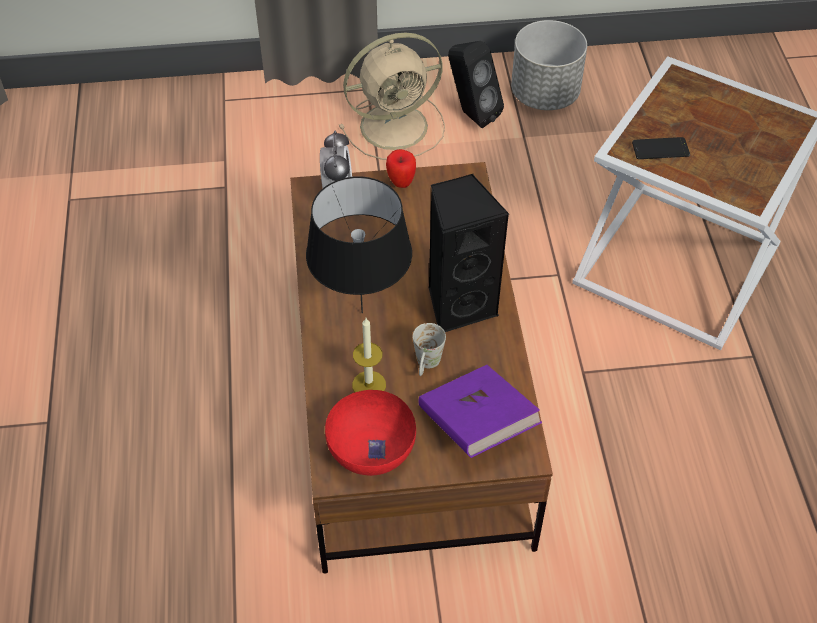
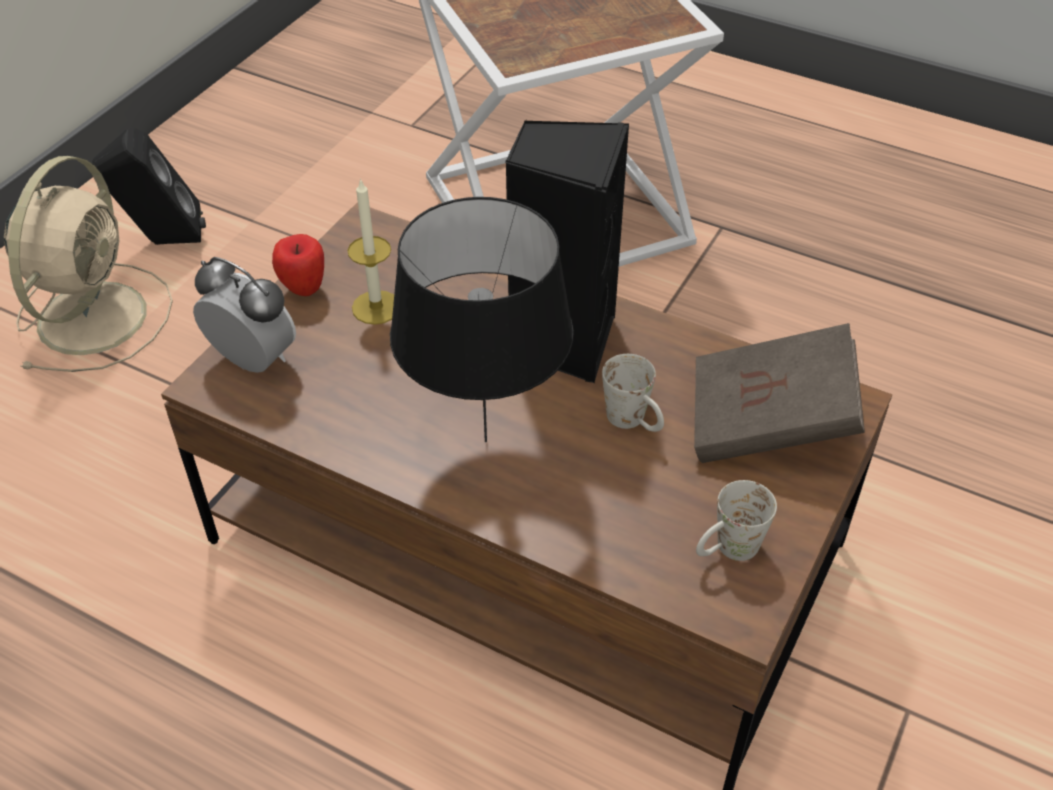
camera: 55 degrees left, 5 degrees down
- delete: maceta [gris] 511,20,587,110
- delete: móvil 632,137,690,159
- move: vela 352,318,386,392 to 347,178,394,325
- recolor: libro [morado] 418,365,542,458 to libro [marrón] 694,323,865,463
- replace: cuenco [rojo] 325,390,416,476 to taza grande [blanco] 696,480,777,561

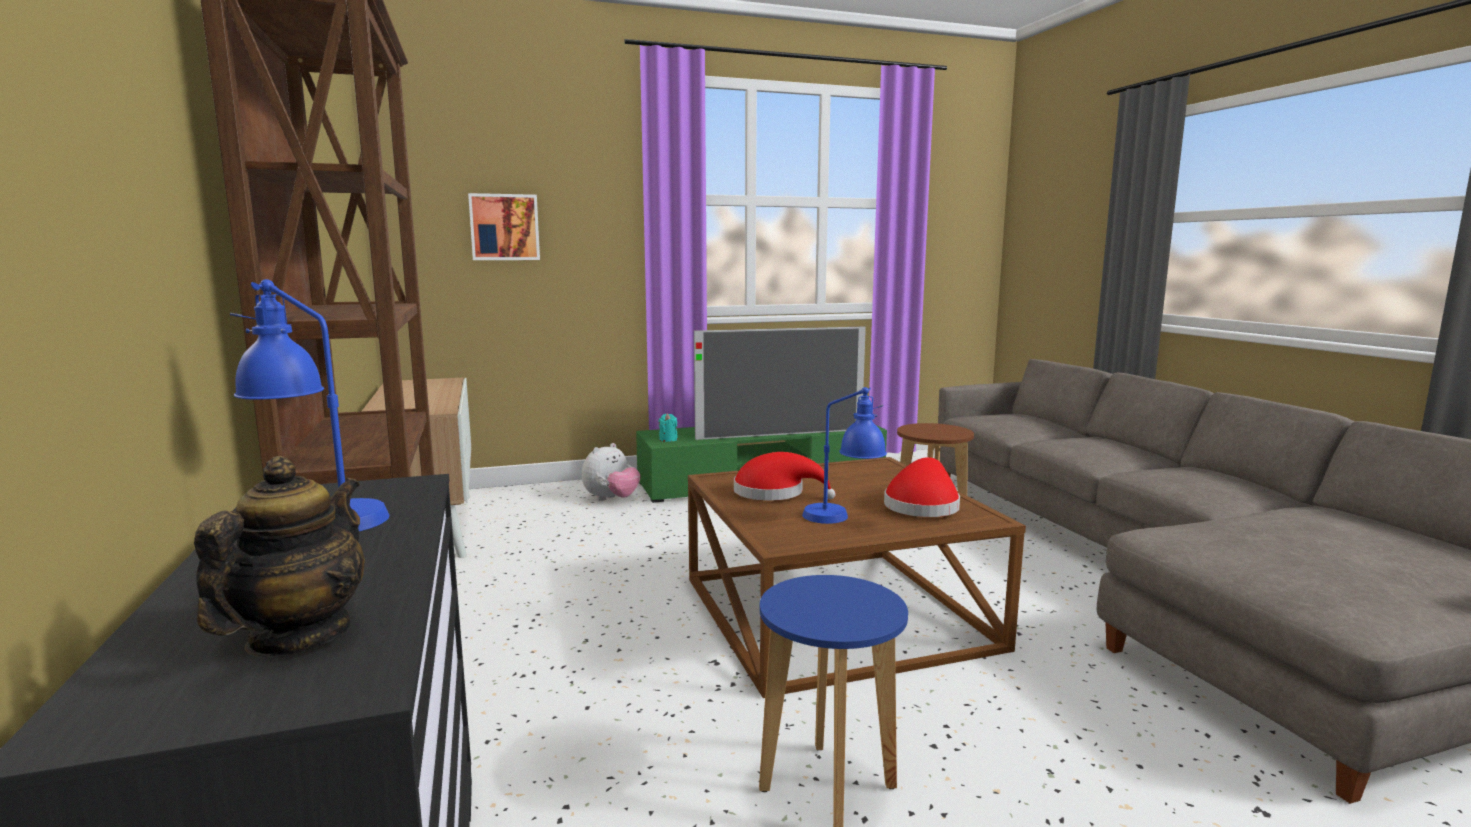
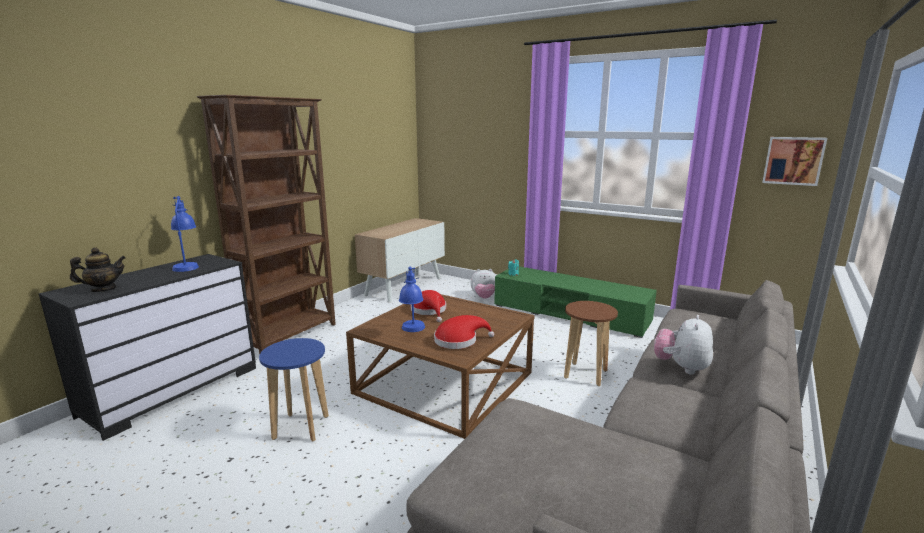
camera: 50 degrees right, 5 degrees up
- move: cuadro 468,193,540,260 to 762,137,827,186
- delete: televisor 694,326,866,440
- insert: peluche 654,315,713,375

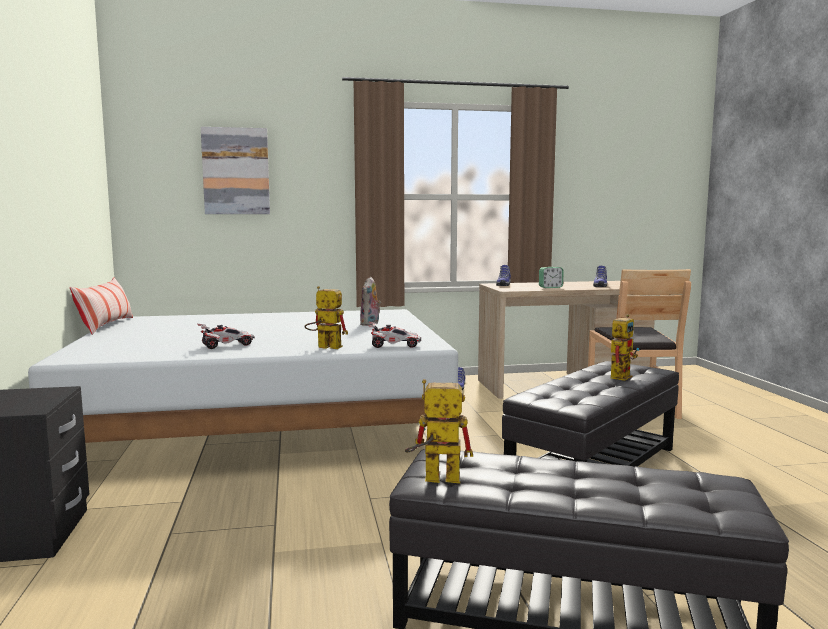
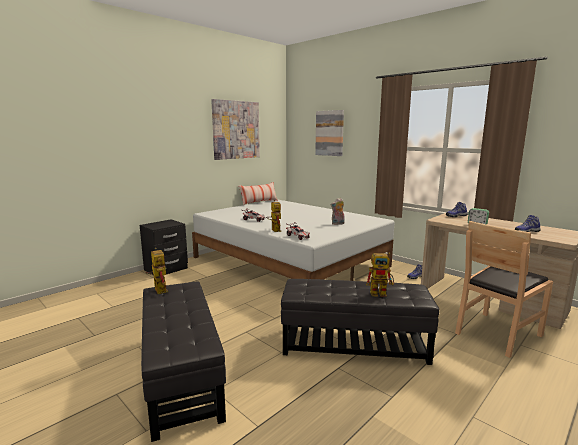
camera: 55 degrees right, 5 degrees up
- insert: cuadro 211,99,260,160

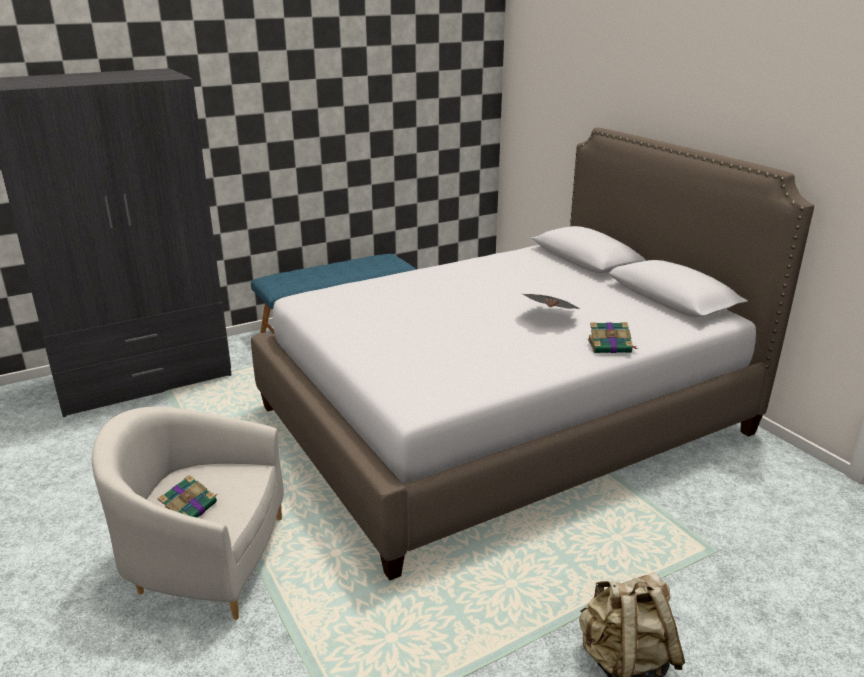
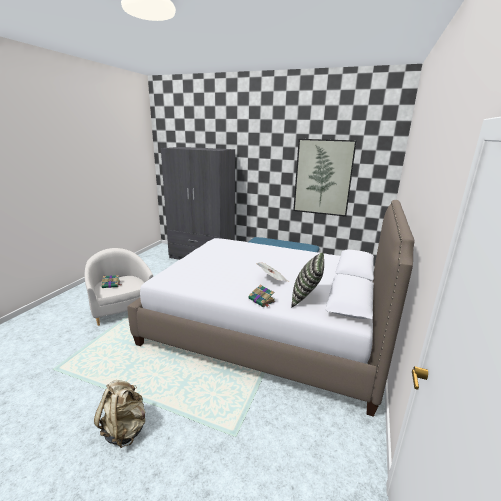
camera: 50 degrees right, 5 degrees down
- insert: cuadro 293,139,357,217
- insert: cojín 291,253,324,307

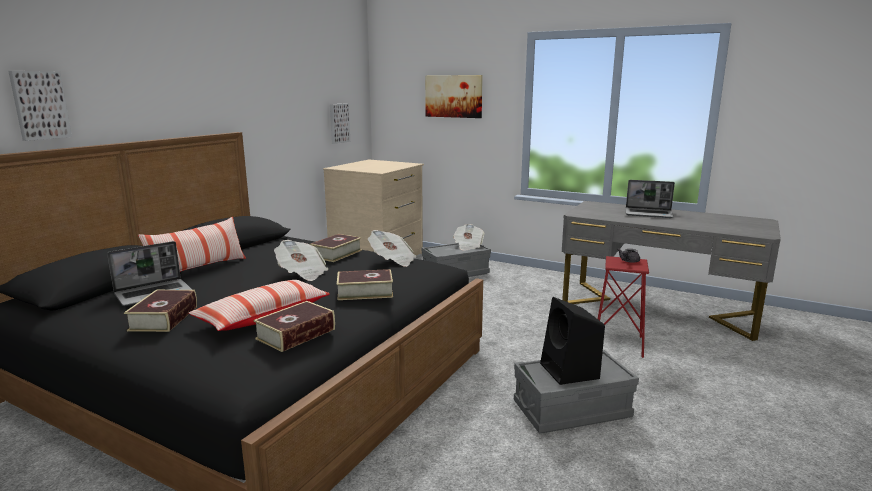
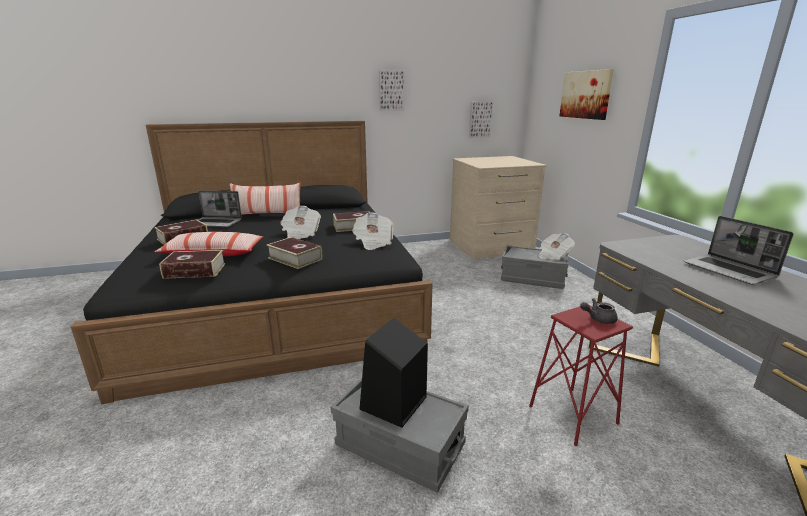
camera: 45 degrees right, 5 degrees up
- move: cuadro 8,71,72,141 to 379,70,404,111

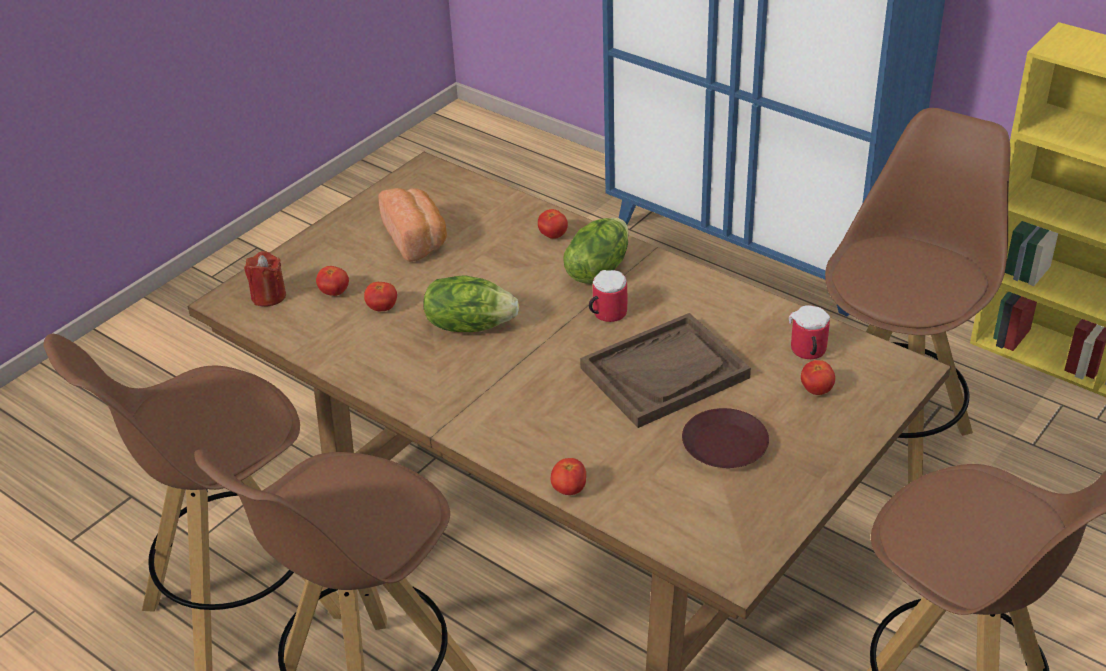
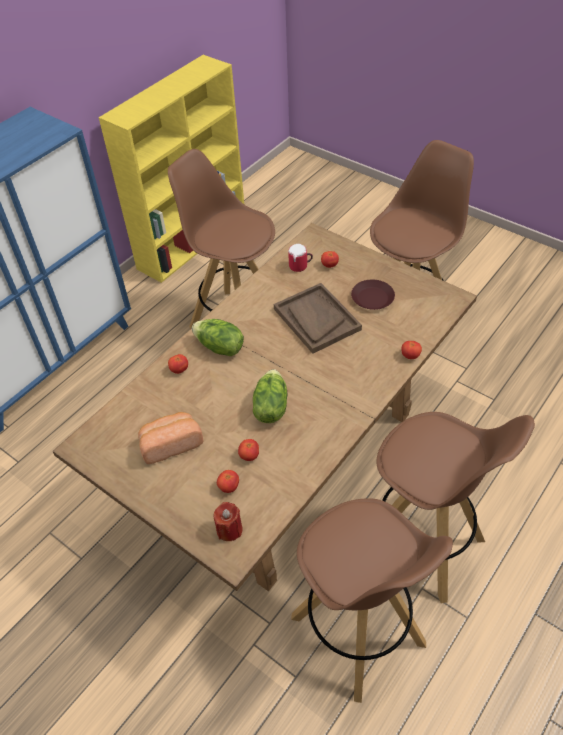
camera: 90 degrees left, 10 degrees up
- delete: taza grande 589,270,627,322

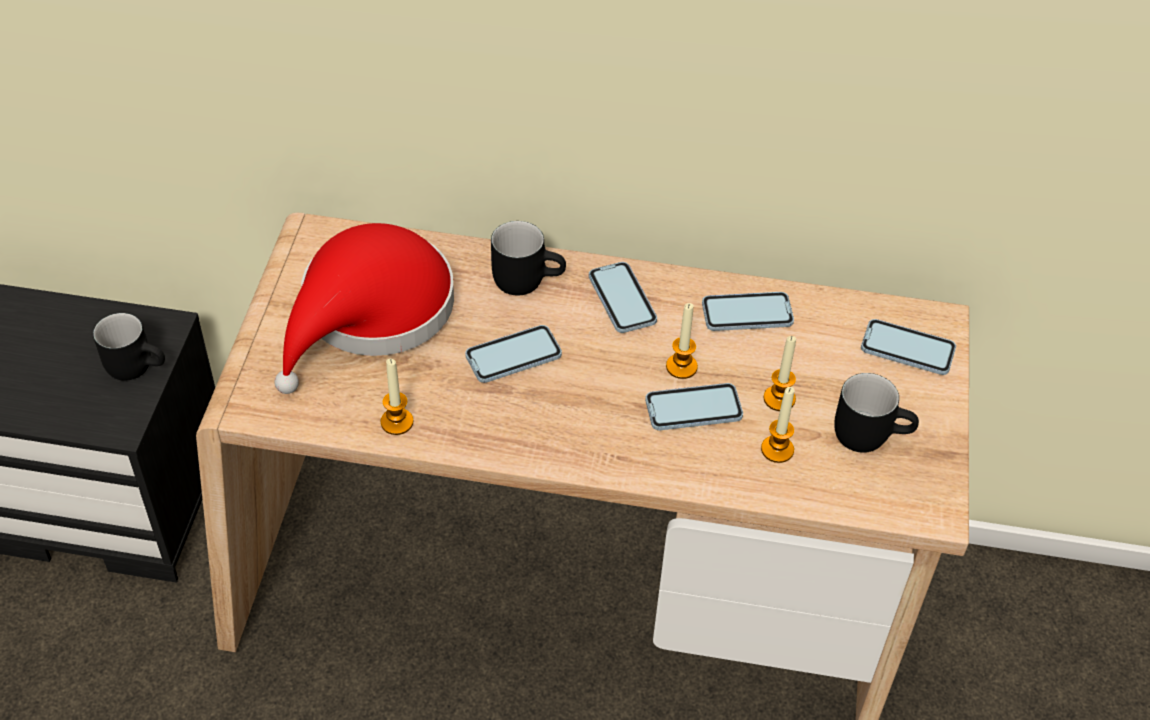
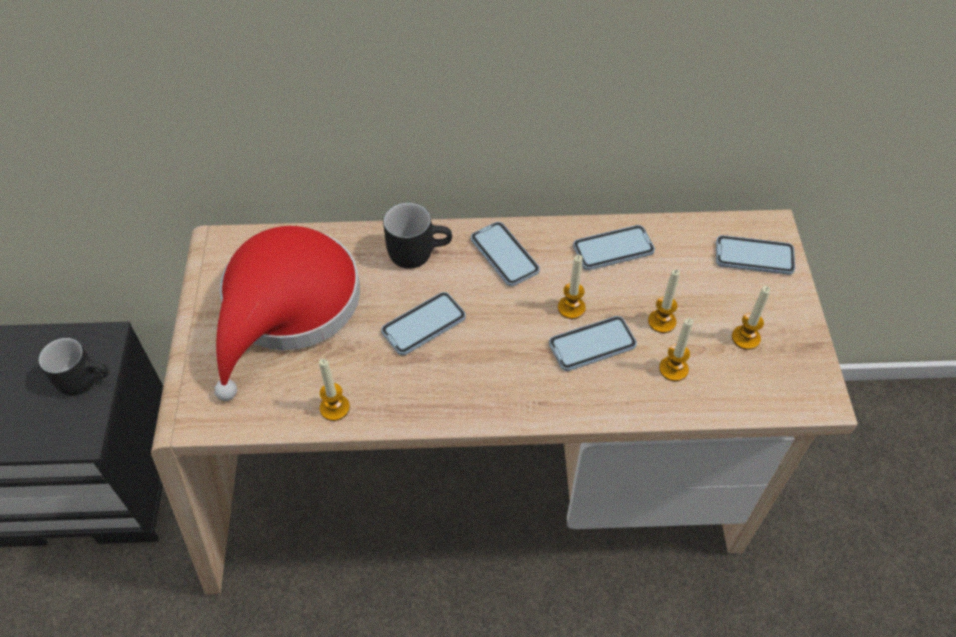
camera: 10 degrees left, 5 degrees up
- replace: taza grande [negro] 834,373,919,453 to vela 732,285,771,350

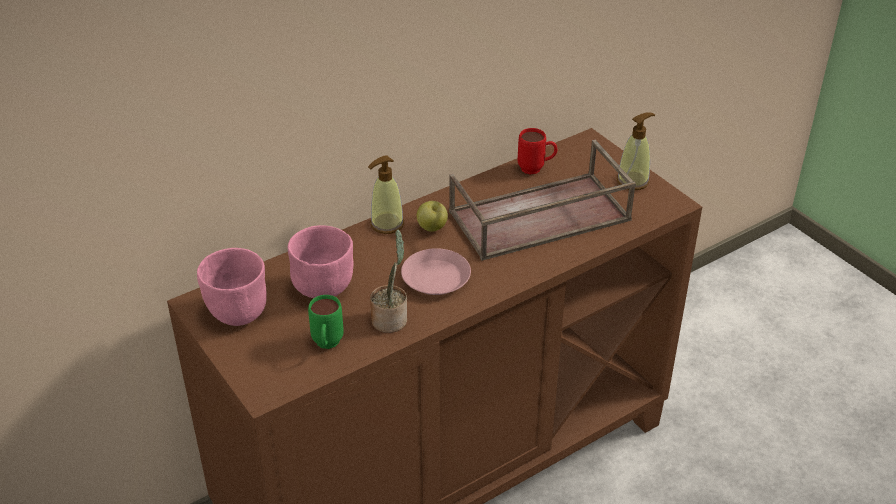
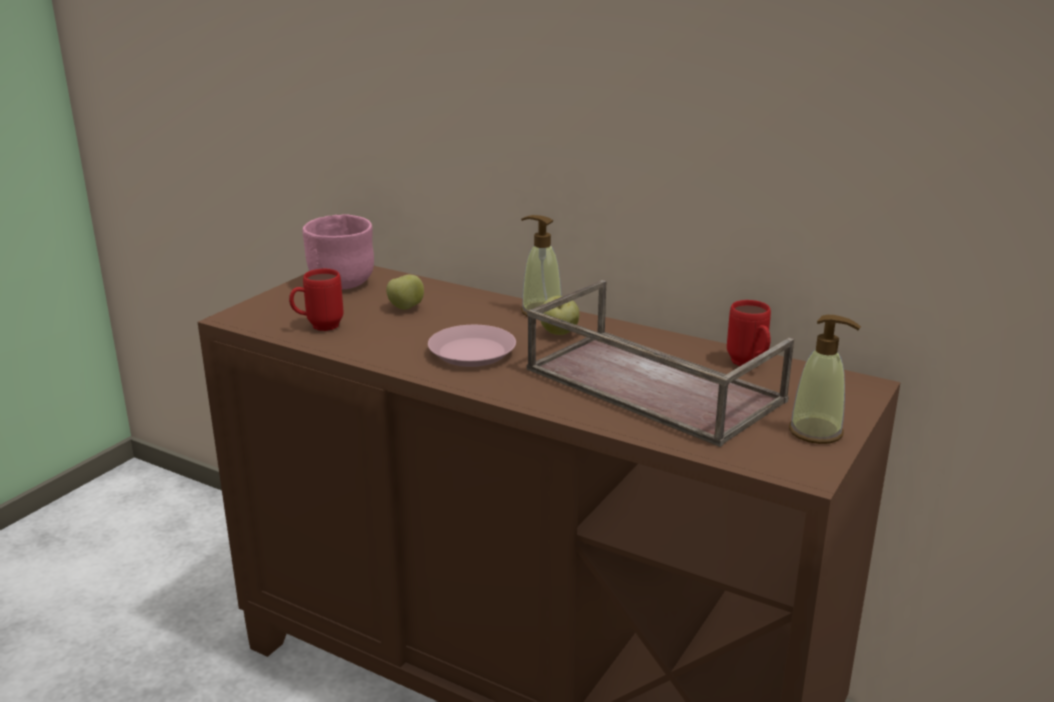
camera: 65 degrees right, 15 degrees down
- replace: cuenco [rosa] 288,225,354,298 to manzana 386,275,424,310
- delete: planta en maceta 370,229,407,333
- recolor: taza grande [verde] 308,295,344,349 to taza grande [rojo] 289,269,343,331

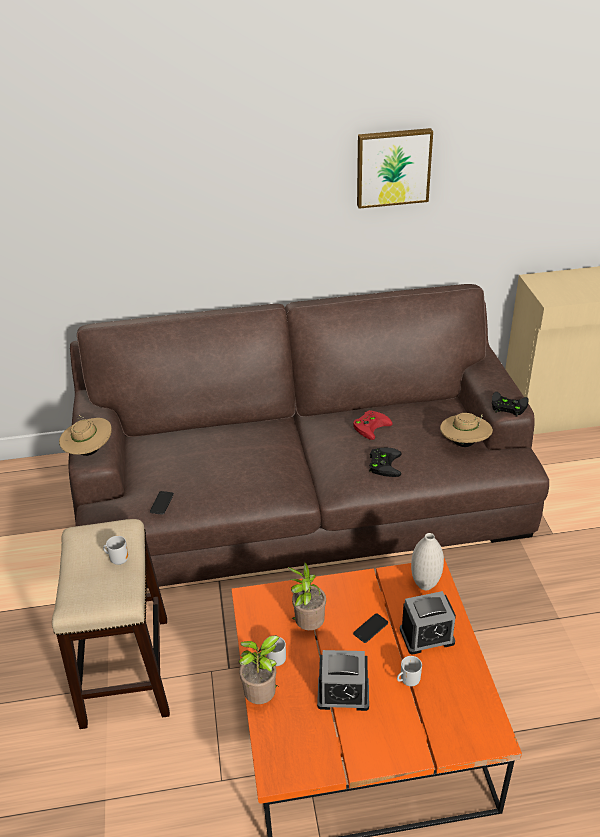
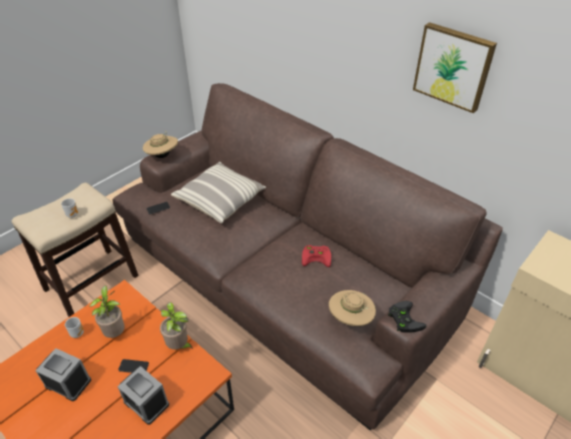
camera: 50 degrees right, 5 degrees up
- delete: mando de consola [negro] 369,448,402,477
- delete: florero [blanco] 411,533,444,590
- move: planta en maceta 238,635,280,704 to 160,302,193,350
- rotate: despertador 317,650,369,711 = 36,348,91,401 150 degrees clockwise
- delete: taza grande 397,656,422,686
- insert: cojín 171,162,266,223

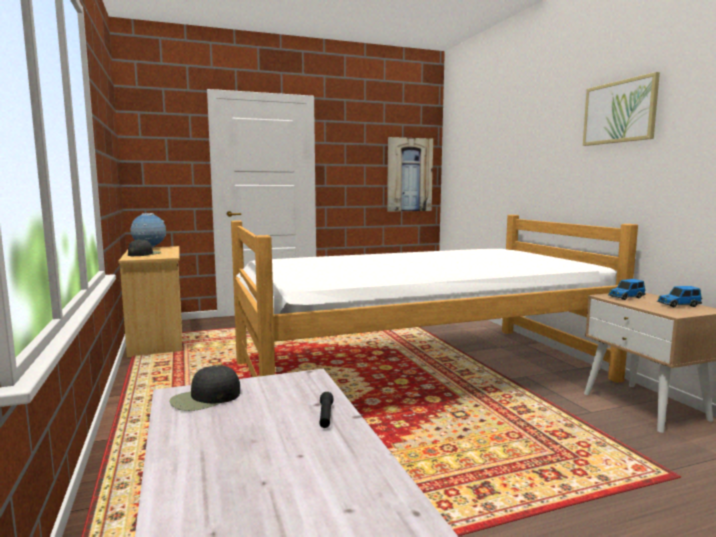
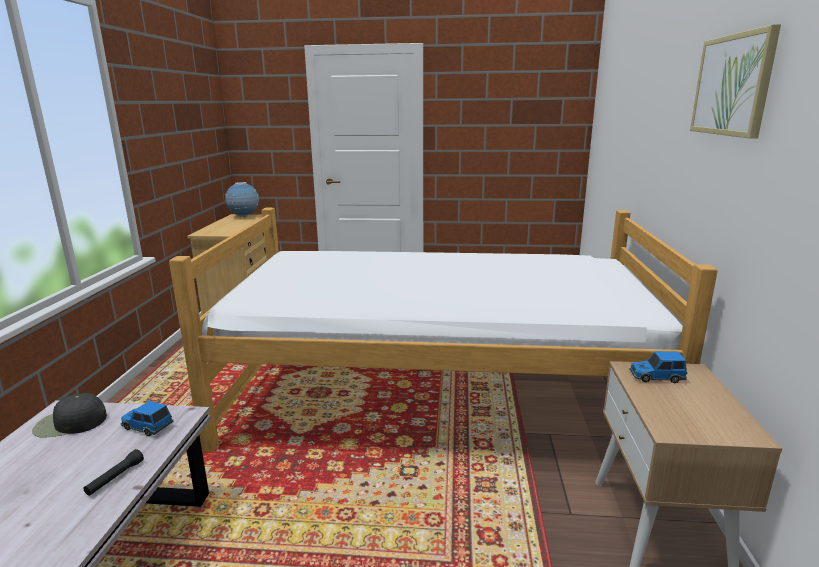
camera: 25 degrees right, 10 degrees up
- delete: cuadro 387,137,433,212
- delete: gorra [negro] 128,239,161,256
- move: coche de juguete 657,286,702,307 to 121,401,173,436

